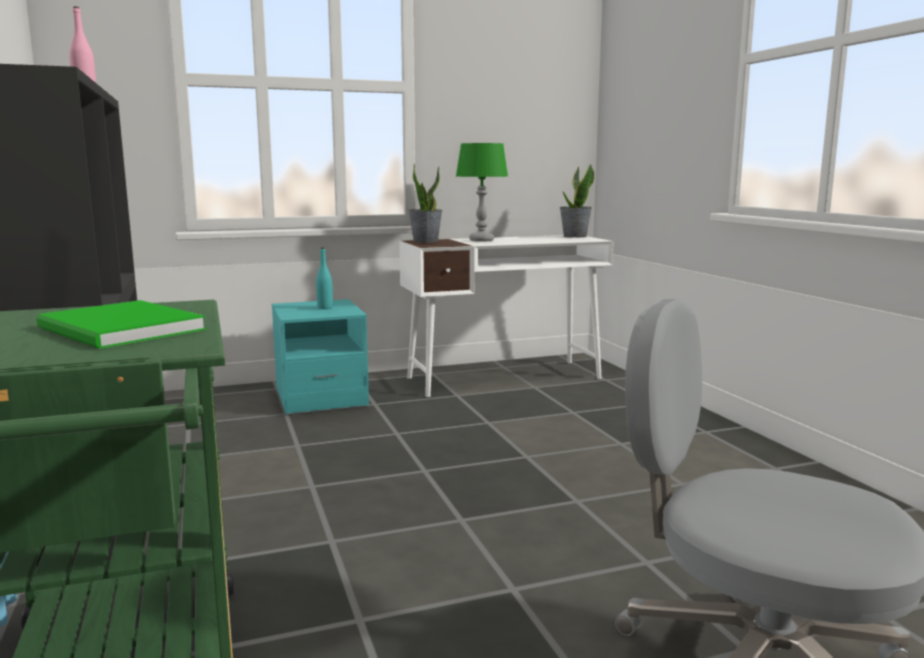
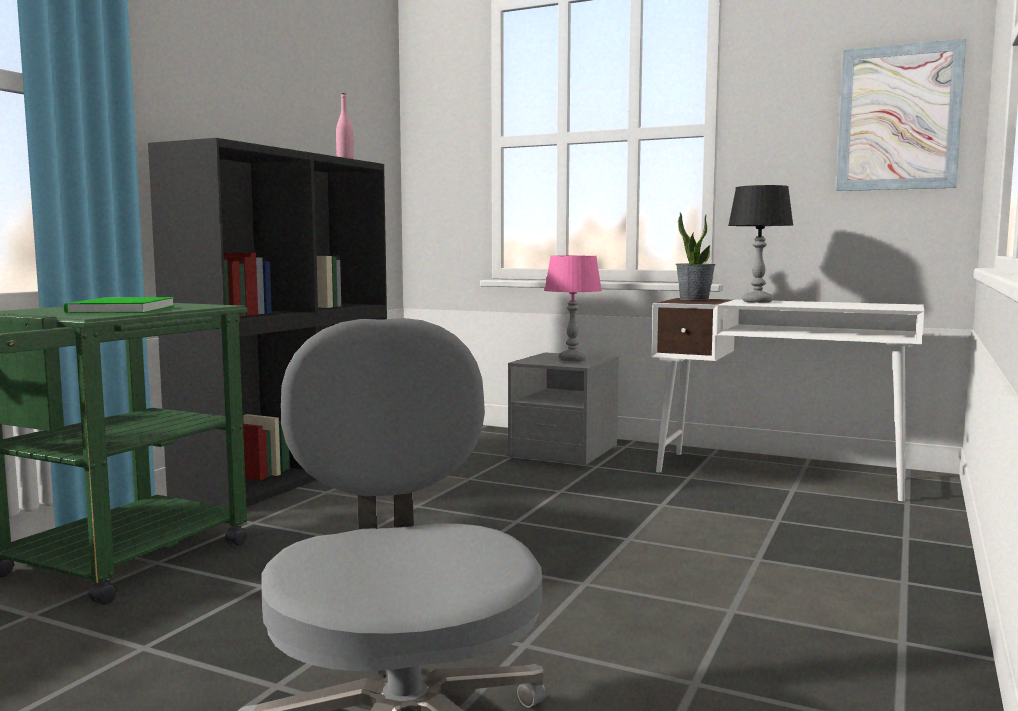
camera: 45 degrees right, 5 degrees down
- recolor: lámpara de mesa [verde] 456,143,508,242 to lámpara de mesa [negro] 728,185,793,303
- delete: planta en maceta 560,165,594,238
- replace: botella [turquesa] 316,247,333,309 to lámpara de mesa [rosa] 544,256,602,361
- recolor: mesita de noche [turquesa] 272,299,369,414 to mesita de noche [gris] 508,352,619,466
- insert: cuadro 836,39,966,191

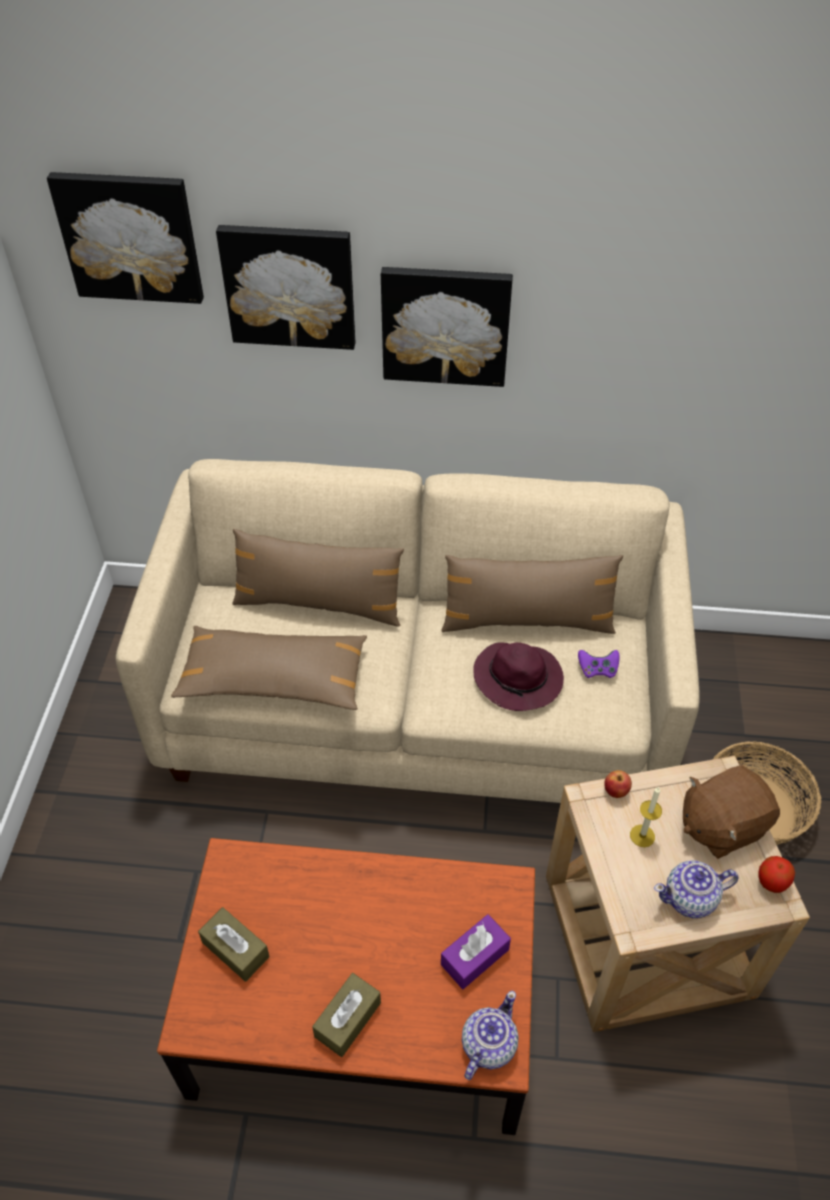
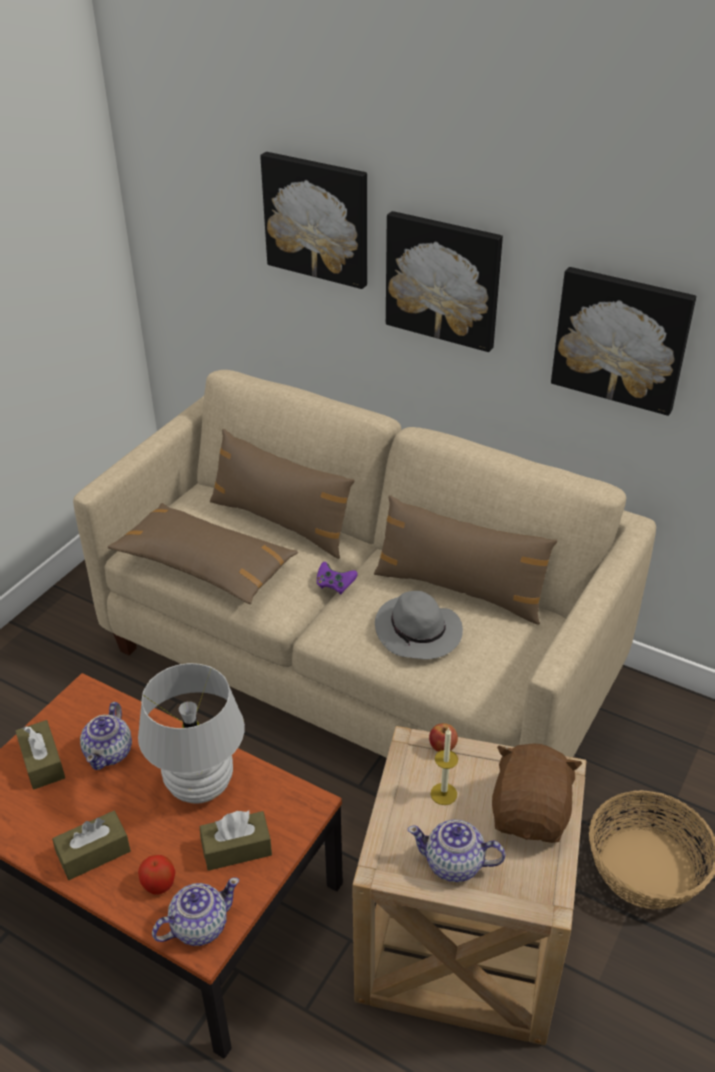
camera: 25 degrees right, 10 degrees down
- move: cuadro 47,172,204,304 to 551,267,696,416
- recolor: sombrero [morado] 473,642,564,711 to sombrero [gris] 375,591,463,660
- move: mando de consola [morado] 578,650,619,678 to 317,562,358,594
- rotate: peluche [marrón] 683,766,780,859 = 492,744,582,843 105 degrees clockwise
- move: manzana 759,856,795,893 to 138,855,176,894
- recolor: caja de pañuelos [morado] 441,914,511,989 to caja de pañuelos [marrón] 200,810,272,871
- insert: lámpara de mesa [blanco] 138,663,245,804
- insert: tetera 80,702,132,770

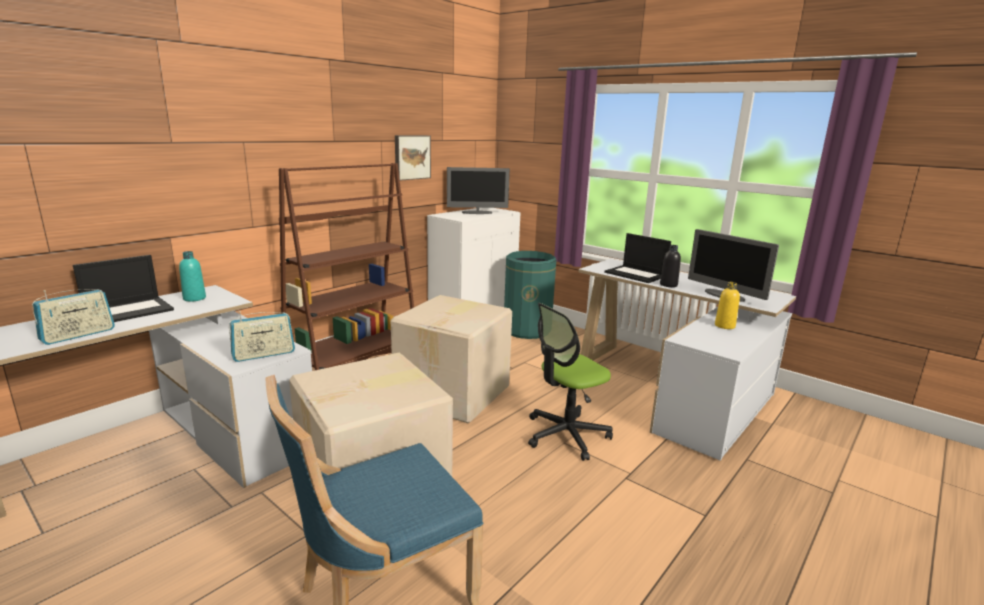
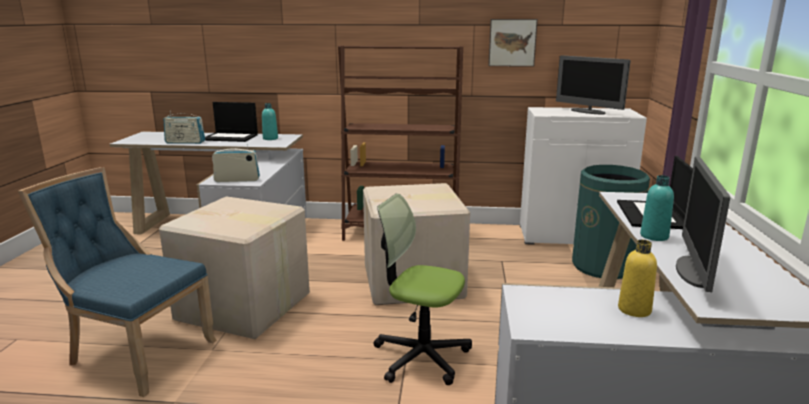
camera: 55 degrees right, 0 degrees up
- recolor: botella [negro] 660,245,681,287 to botella [turquesa] 640,175,674,241
- rotate: radio 229,311,295,362 = 212,144,260,182 150 degrees clockwise

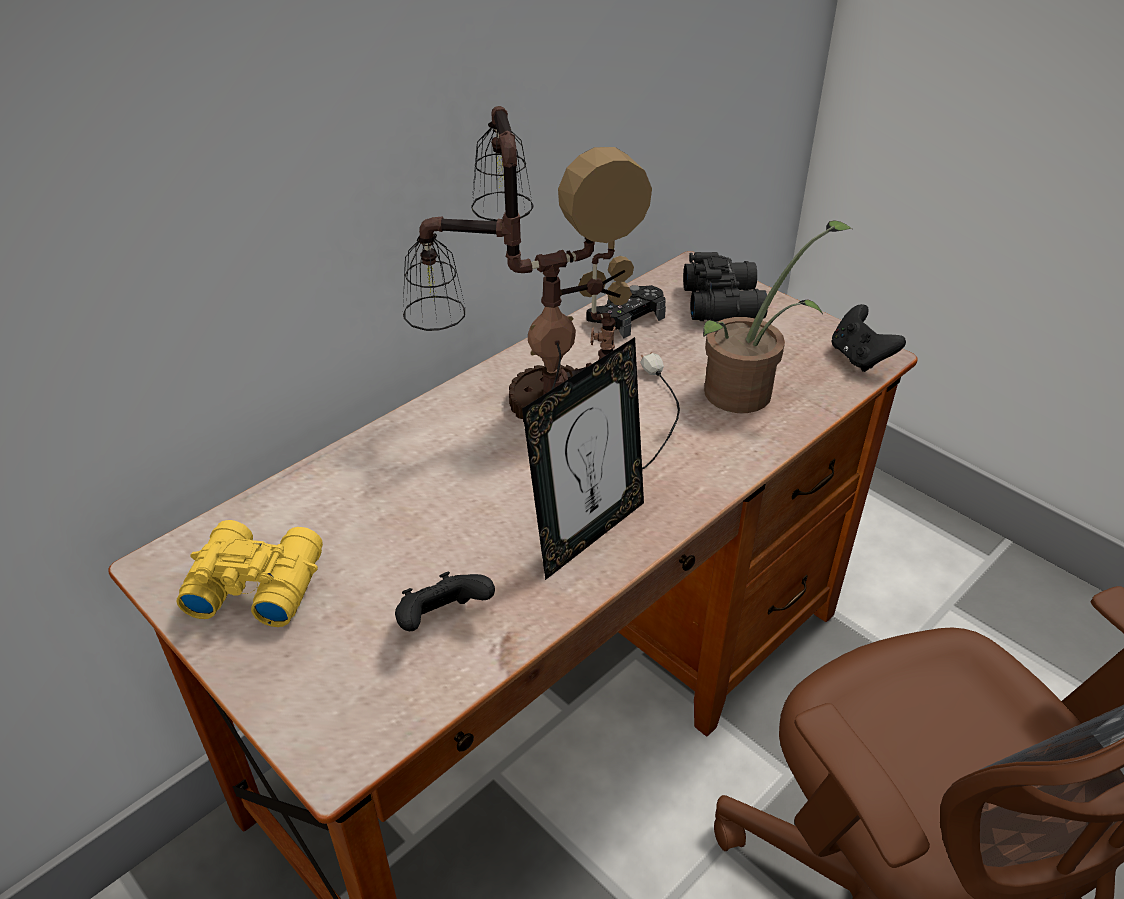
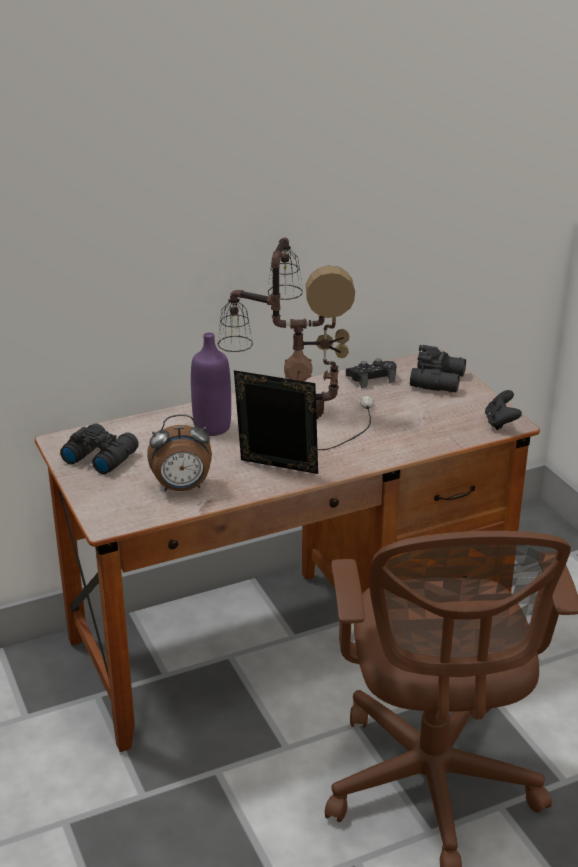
camera: 20 degrees right, 10 degrees down
- delete: planta en maceta 703,220,852,413
- rotate: portarretratos 522,337,644,580 = 234,370,318,474 135 degrees counterclockwise
- recolor: prismáticos [amarillo] 176,520,323,627 to prismáticos [negro] 60,423,139,474
- replace: mando de consola [negro] 395,572,495,631 to despertador 147,414,212,491
- insert: botella [morado] 191,332,231,436

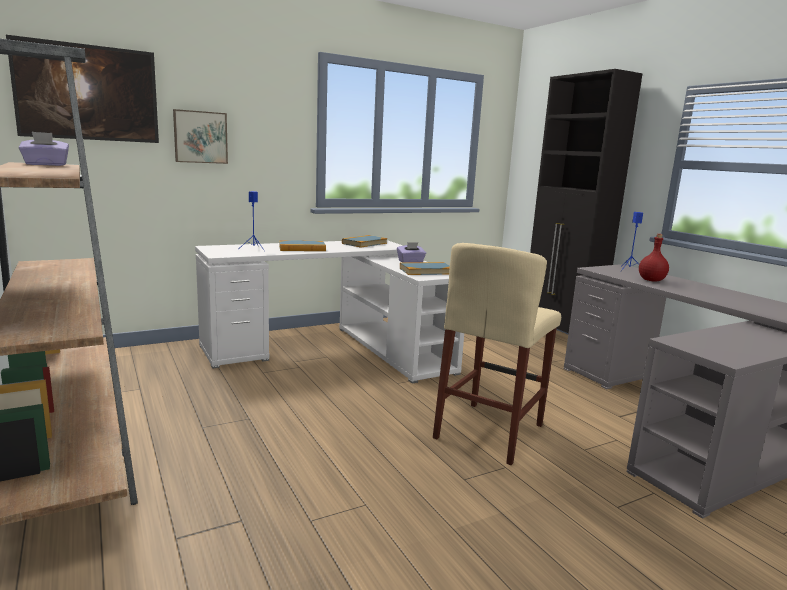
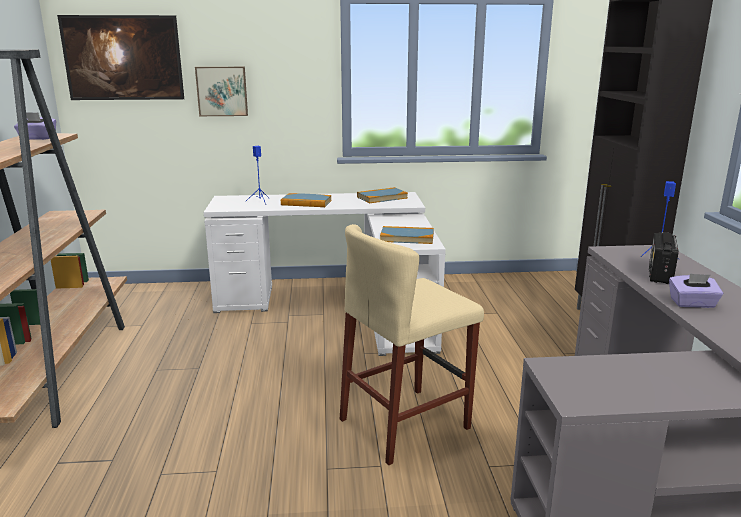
camera: 25 degrees right, 5 degrees up
- replace: botella [rojo] 639,234,669,282 to radio 649,232,679,284
- move: caja de pañuelos [morado] 397,242,426,263 to 669,273,723,308

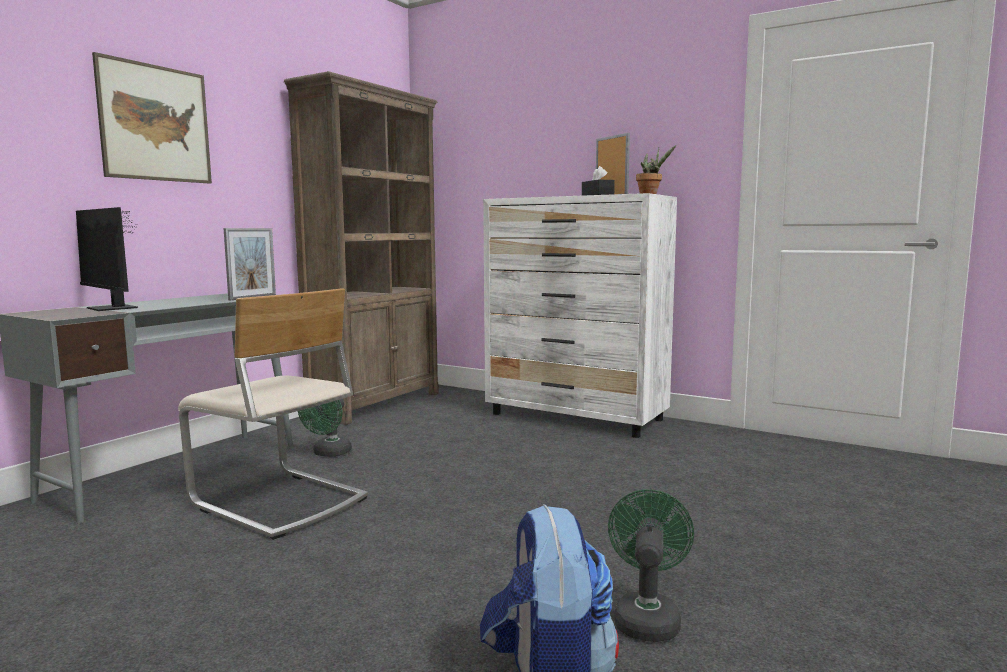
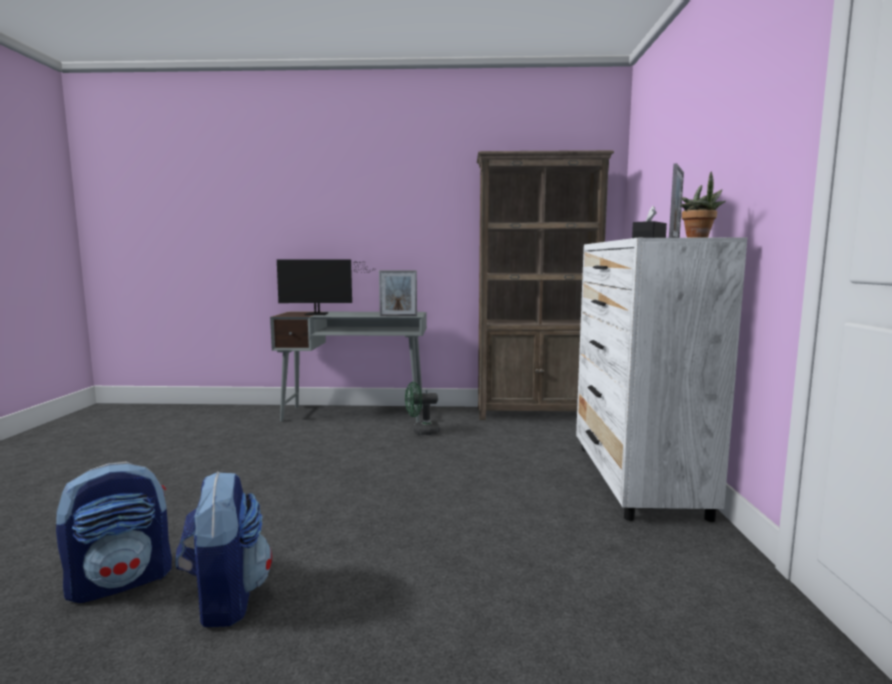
camera: 60 degrees right, 0 degrees up
- delete: cuadro 92,52,212,184
- rotate: monitor 76,207,138,311 = 277,260,372,315 105 degrees counterclockwise
- delete: silla [beis] 178,289,368,540
- replace: ventilador [verde] 608,489,694,642 to mochila 175,471,272,627

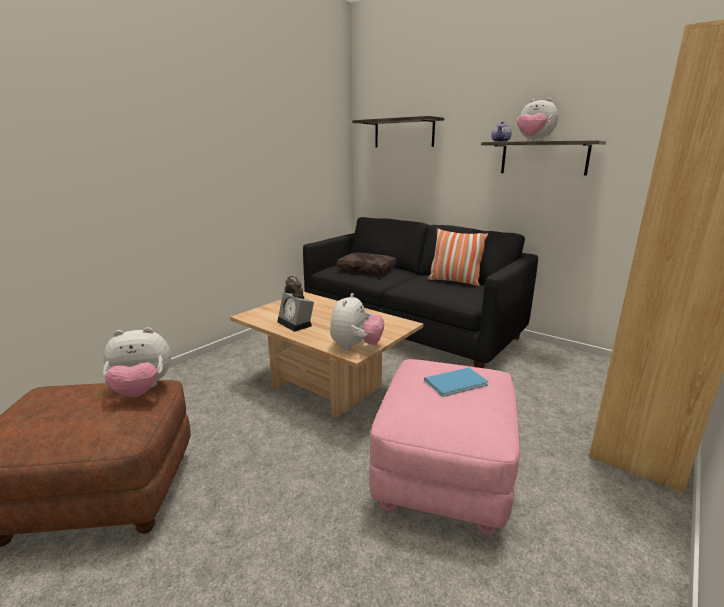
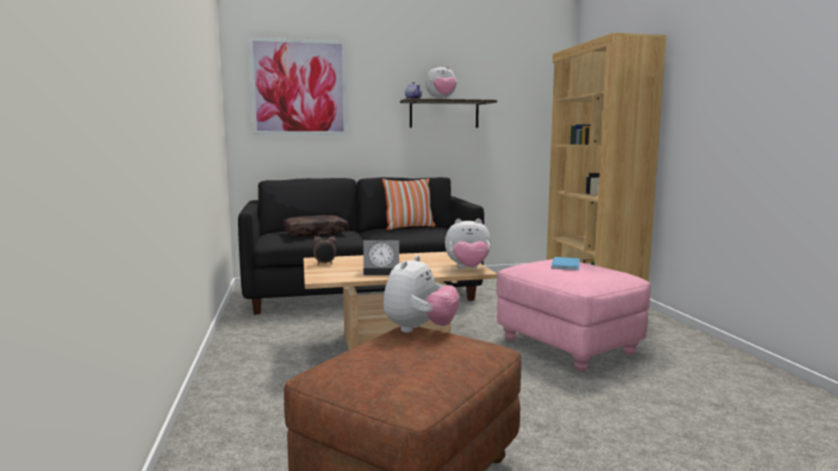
camera: 50 degrees left, 10 degrees down
- replace: estante 352,116,444,147 to cuadro 249,37,347,135
- rotate: peluche 330,293,384,350 = 445,219,491,268 120 degrees clockwise

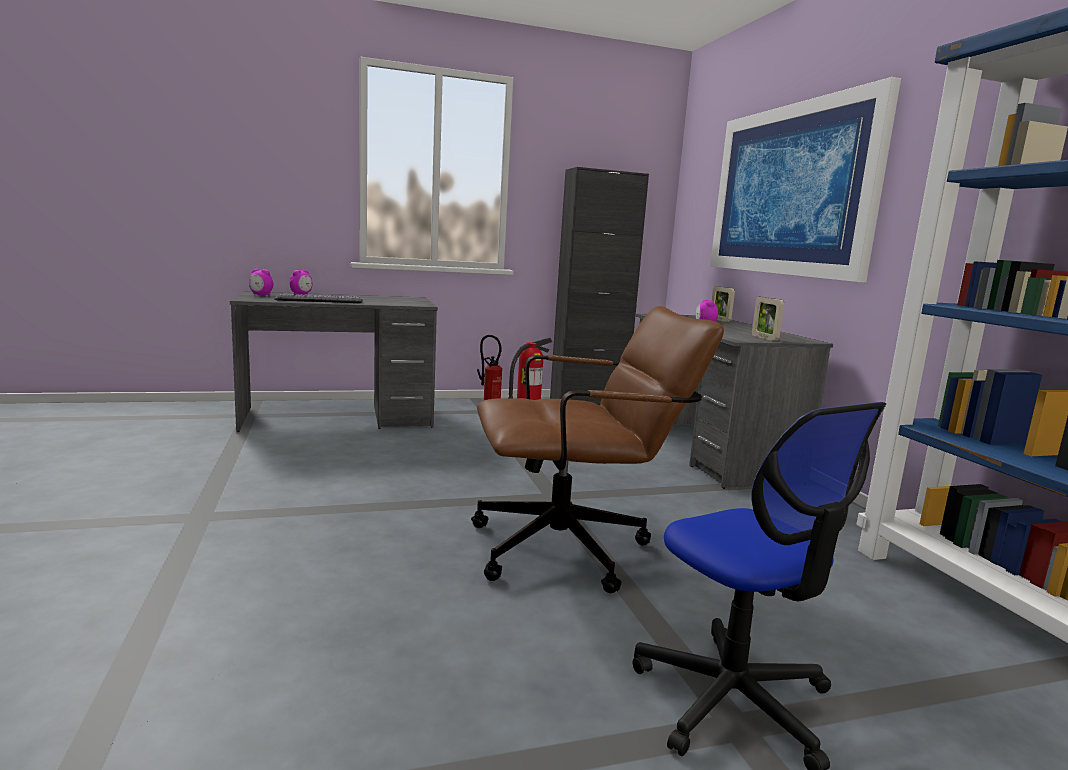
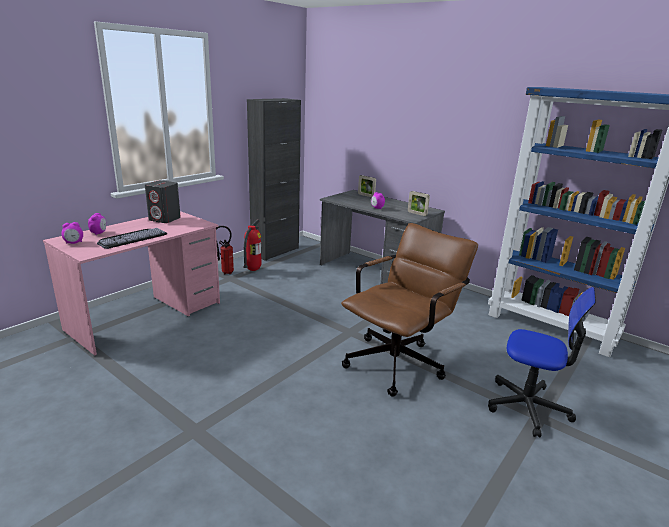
camera: 35 degrees left, 10 degrees up
- delete: cuadro 710,77,901,283
- recolor: escritorio [gris] 230,291,438,432 to escritorio [rosa] 43,211,220,356
- insert: altavoz [gris] 145,180,181,223

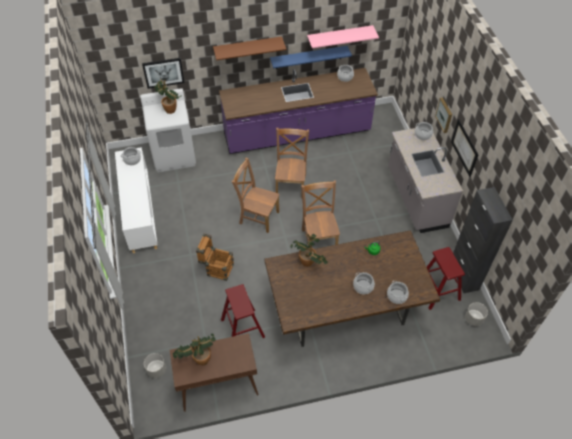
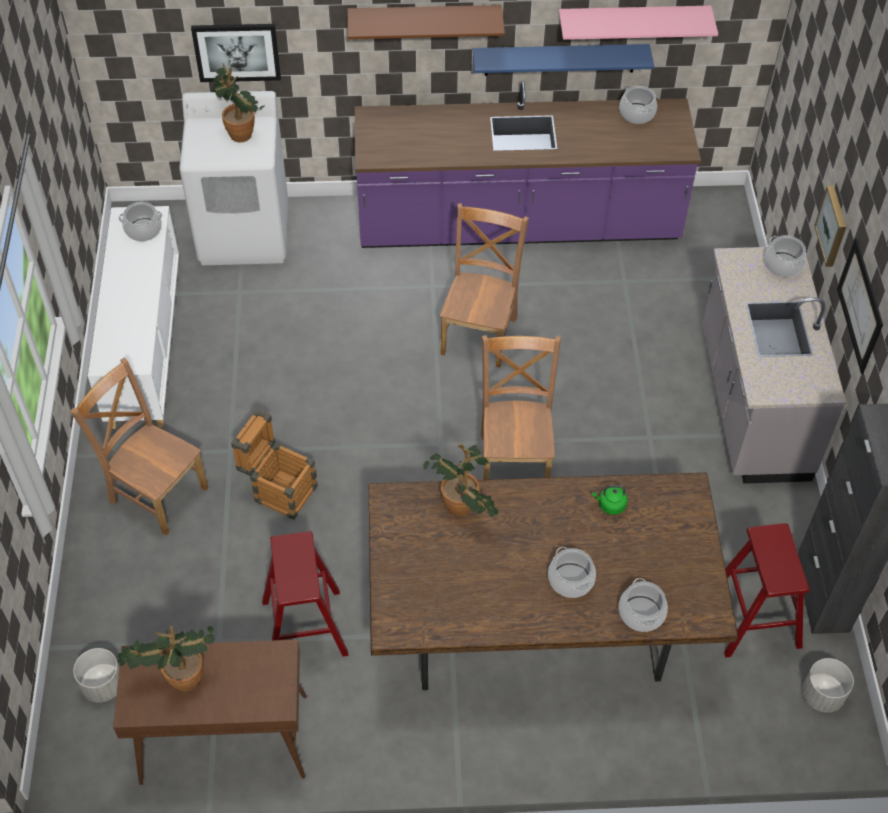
camera: 10 degrees right, 0 degrees up
- move: silla [marrón] 232,158,280,233 to 70,358,208,535

